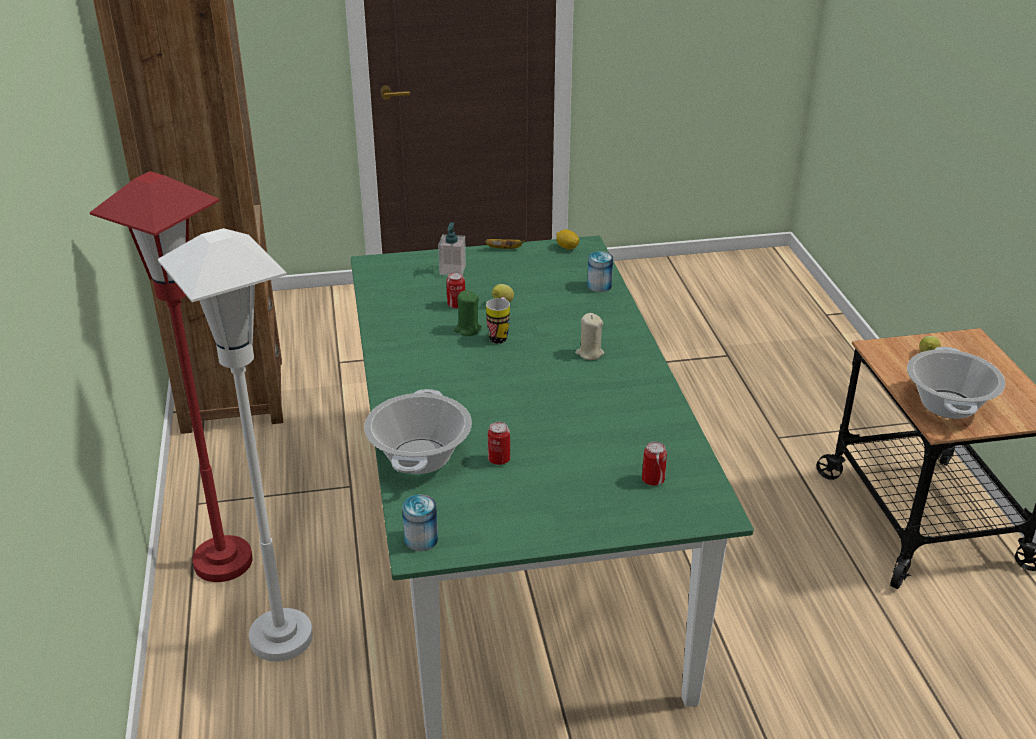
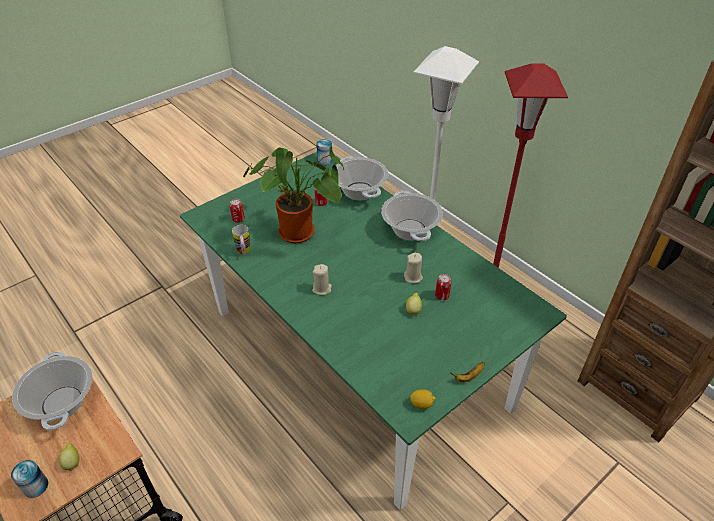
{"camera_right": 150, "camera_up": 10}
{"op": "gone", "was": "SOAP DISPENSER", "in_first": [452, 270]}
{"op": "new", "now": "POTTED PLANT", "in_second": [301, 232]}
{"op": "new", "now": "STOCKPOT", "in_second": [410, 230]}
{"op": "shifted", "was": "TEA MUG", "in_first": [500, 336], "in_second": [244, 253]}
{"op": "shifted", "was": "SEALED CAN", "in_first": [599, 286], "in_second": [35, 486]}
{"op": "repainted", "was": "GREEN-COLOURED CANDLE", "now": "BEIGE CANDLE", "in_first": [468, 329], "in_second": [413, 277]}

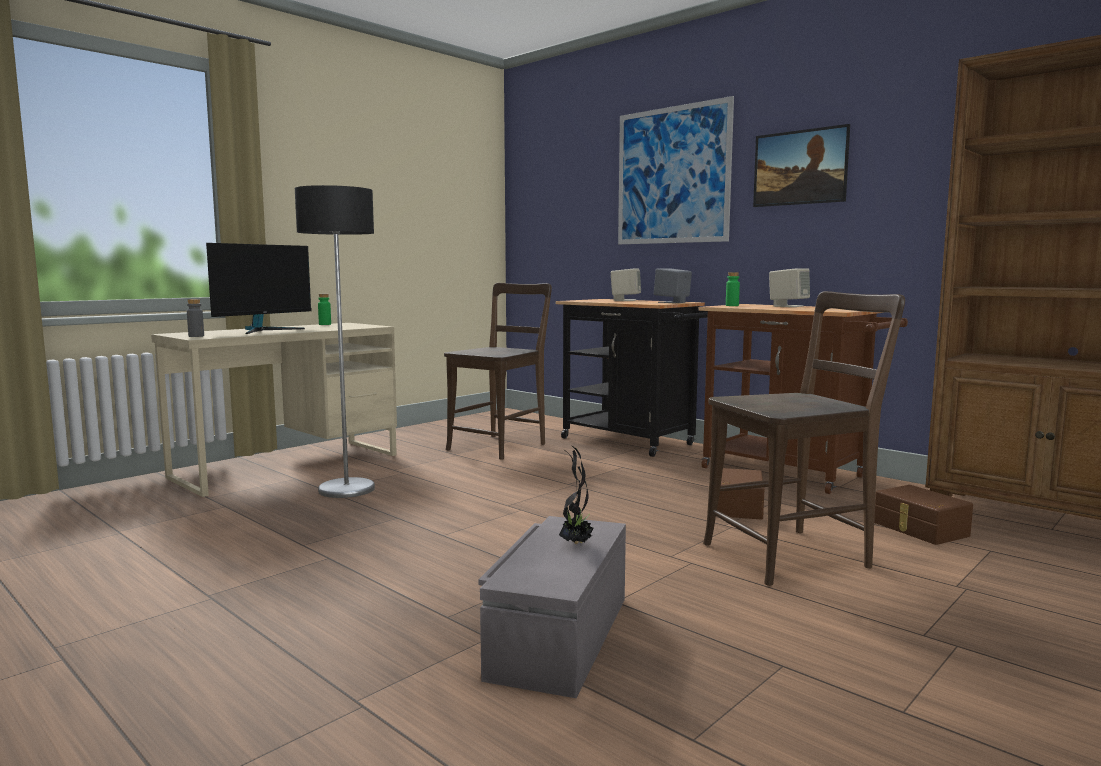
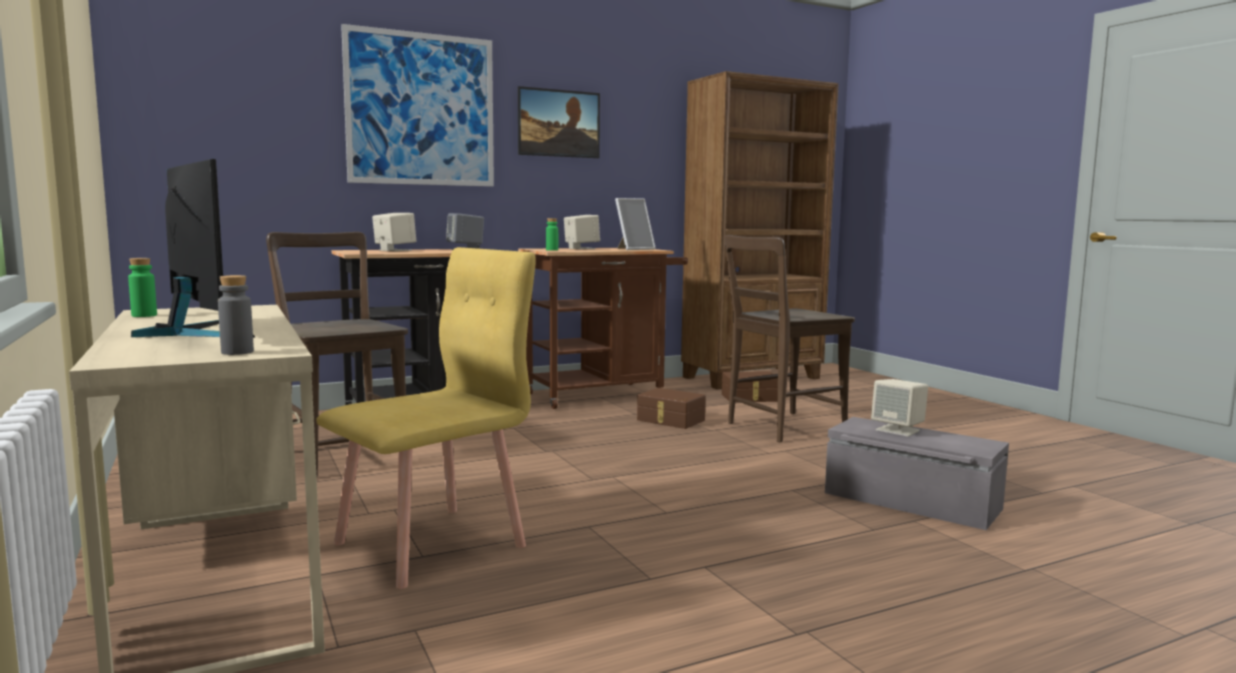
{"camera_right": -70, "camera_up": 0}
{"op": "new", "now": "STANDING FRAME", "in_second": [633, 249]}
{"op": "swapped", "was": "STANDING LAMP", "now": "YELLOW CHAIR", "in_first": [346, 489], "in_second": [432, 544]}
{"op": "swapped", "was": "POTTED PLANT", "now": "BEIGE SPEAKER", "in_first": [576, 543], "in_second": [898, 430]}
{"op": "rotated", "was": "BROWN-COLOURED CHAIR", "in_first": [793, 554], "in_second": [781, 427], "clockwise": -120}

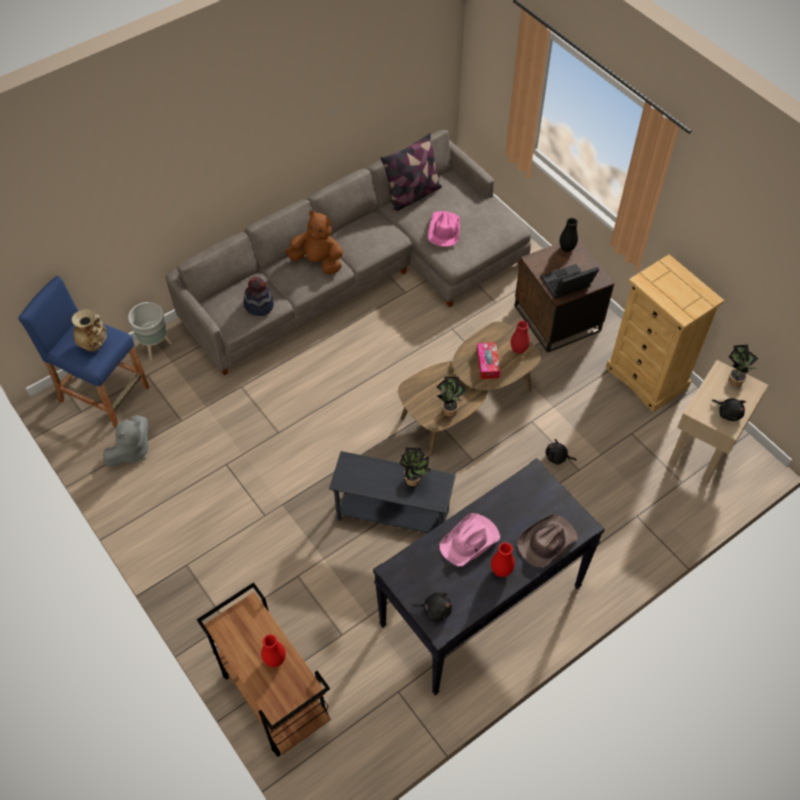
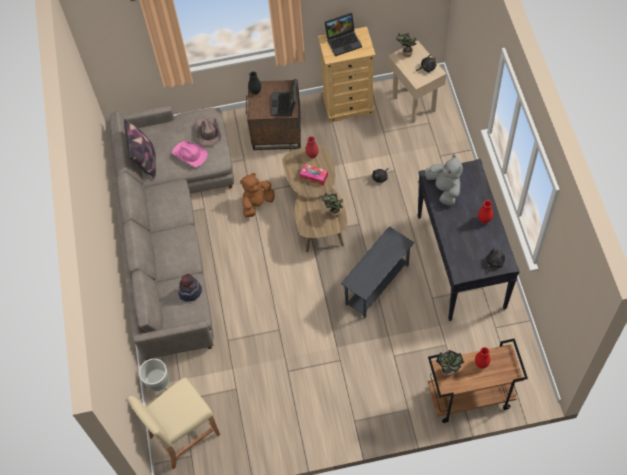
{"camera_right": -60, "camera_up": 5}
{"op": "gone", "was": "BEIGE DECORATIVE VASE", "in_first": [95, 344]}
{"op": "gone", "was": "PINK-COLOURED HAT", "in_first": [470, 541]}
{"op": "new", "now": "LAPTOP", "in_second": [344, 41]}
{"op": "shifted", "was": "GREYISH SOFT TOY", "in_first": [131, 451], "in_second": [444, 189]}
{"op": "shifted", "was": "BROWN-COLOURED SOFT TOY", "in_first": [318, 262], "in_second": [257, 203]}
{"op": "shifted", "was": "POTTED PLANT", "in_first": [414, 481], "in_second": [448, 370]}
{"op": "shifted", "was": "BROWN-COLOURED HAT", "in_first": [546, 542], "in_second": [208, 132]}
{"op": "repainted", "was": "BLUE STOOL SEAT", "now": "BEIGE STOOL SEAT", "in_first": [104, 394], "in_second": [184, 435]}

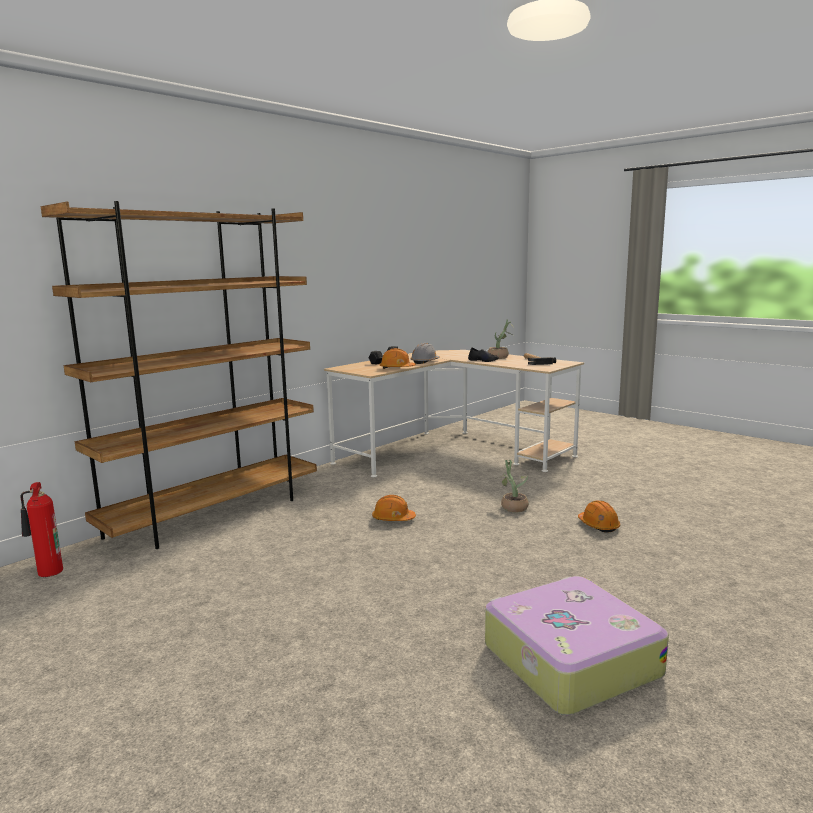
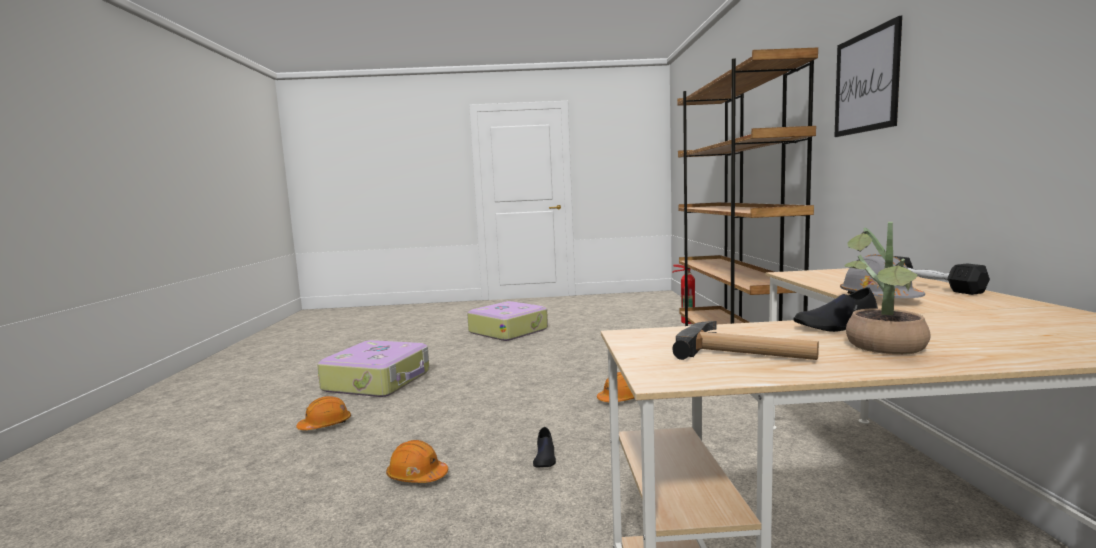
{"camera_right": 135, "camera_up": -5}
{"op": "new", "now": "PIECE OF LUGGAGE", "in_second": [508, 330]}
{"op": "new", "now": "WALL ART", "in_second": [866, 82]}
{"op": "shifted", "was": "ORANGE SAFETY HELMET", "in_first": [397, 368], "in_second": [325, 425]}
{"op": "swapped", "was": "POTTED PLANT", "now": "BLACK ITEM OF FOOTWEAR", "in_first": [512, 507], "in_second": [545, 458]}

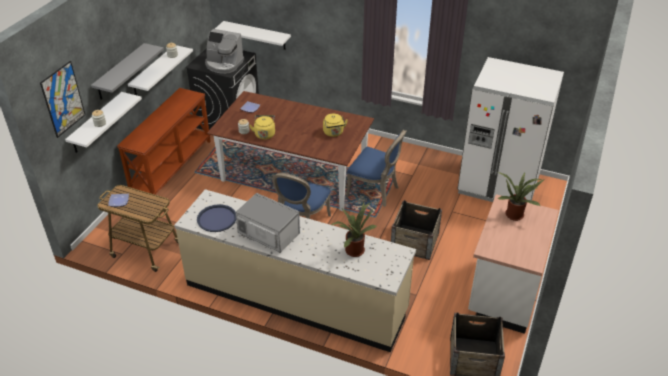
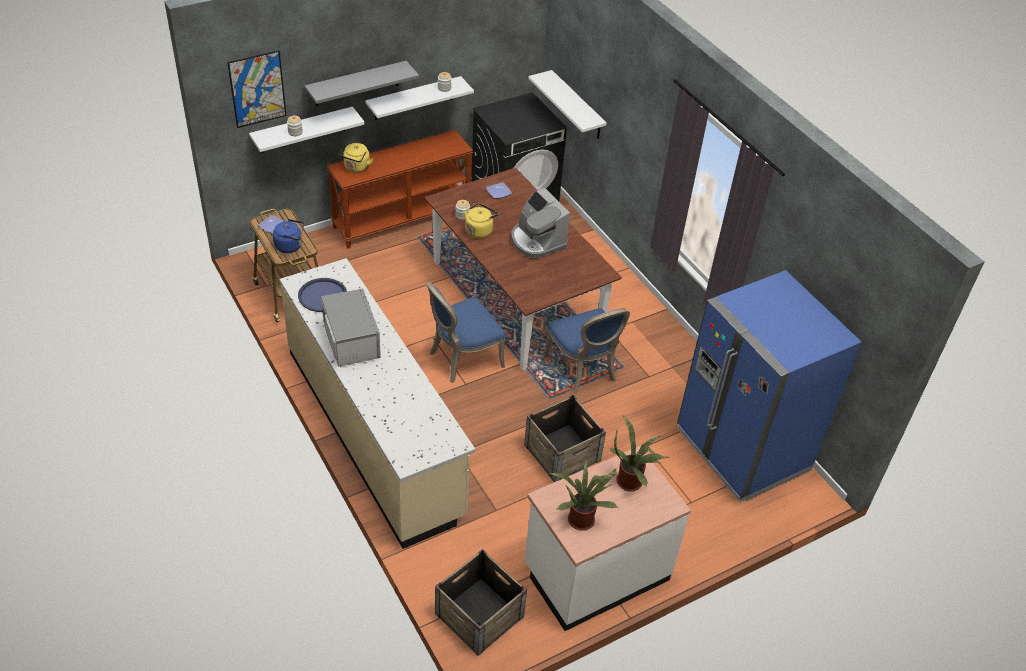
{"camera_right": 35, "camera_up": 5}
{"op": "new", "now": "BLUE TEA KETTLE", "in_second": [290, 246]}
{"op": "shifted", "was": "COFFEE MAKER", "in_first": [223, 64], "in_second": [537, 241]}
{"op": "shifted", "was": "YELLOW TEA KETTLE", "in_first": [334, 133], "in_second": [356, 168]}
{"op": "shifted", "was": "POTTED PLANT", "in_first": [353, 249], "in_second": [581, 518]}
{"op": "repainted", "was": "WHITISH FRIDGE", "now": "BLUE FRIDGE", "in_first": [498, 185], "in_second": [742, 450]}

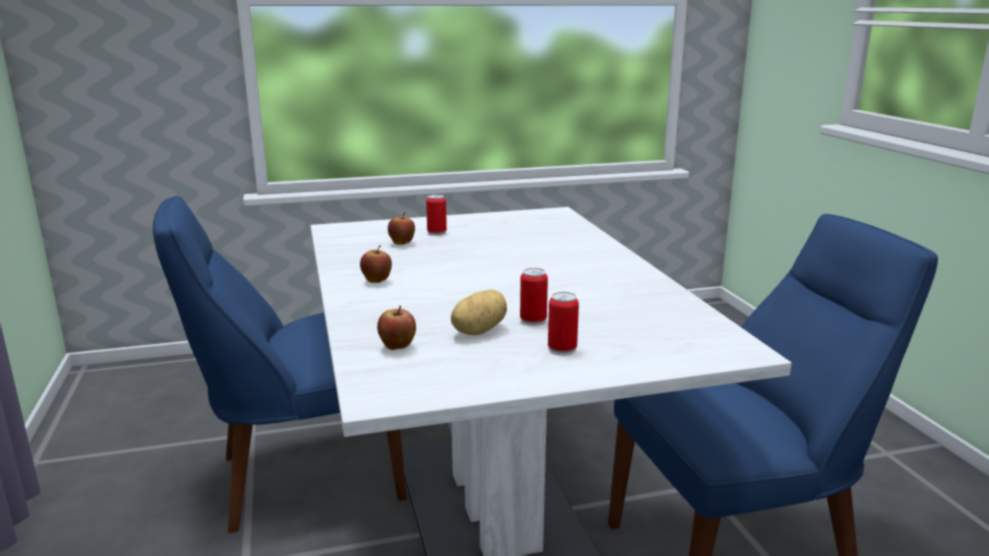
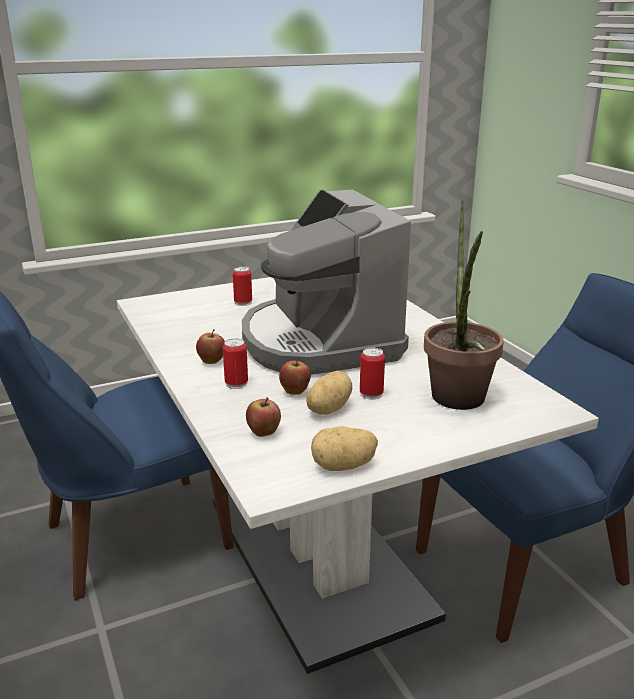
{"camera_right": -10, "camera_up": 5}
{"op": "new", "now": "COFFEE MAKER", "in_second": [319, 341]}
{"op": "new", "now": "WHOLE POTATO", "in_second": [343, 466]}
{"op": "new", "now": "POTTED PLANT", "in_second": [458, 403]}
{"op": "shifted", "was": "APPLE FRUIT", "in_first": [402, 244], "in_second": [295, 392]}
{"op": "shifted", "was": "SEALED CAN", "in_first": [562, 349], "in_second": [236, 383]}

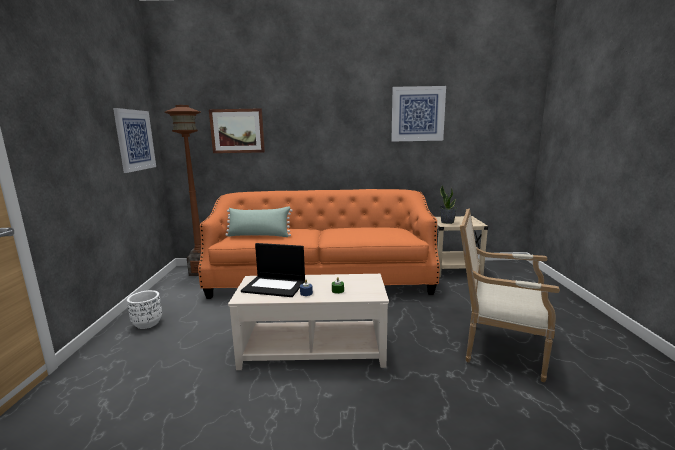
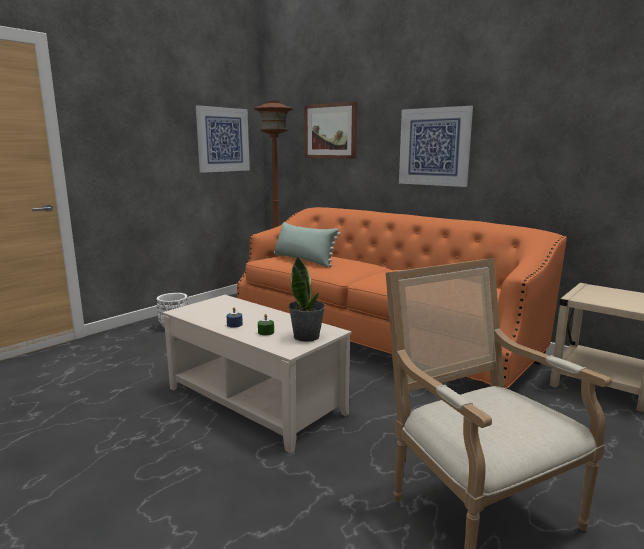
{"camera_right": 40, "camera_up": 0}
{"op": "gone", "was": "LAPTOP", "in_first": [275, 286]}
{"op": "shifted", "was": "WALL ART", "in_first": [417, 114], "in_second": [434, 147]}
{"op": "shifted", "was": "POTTED PLANT", "in_first": [447, 222], "in_second": [307, 336]}

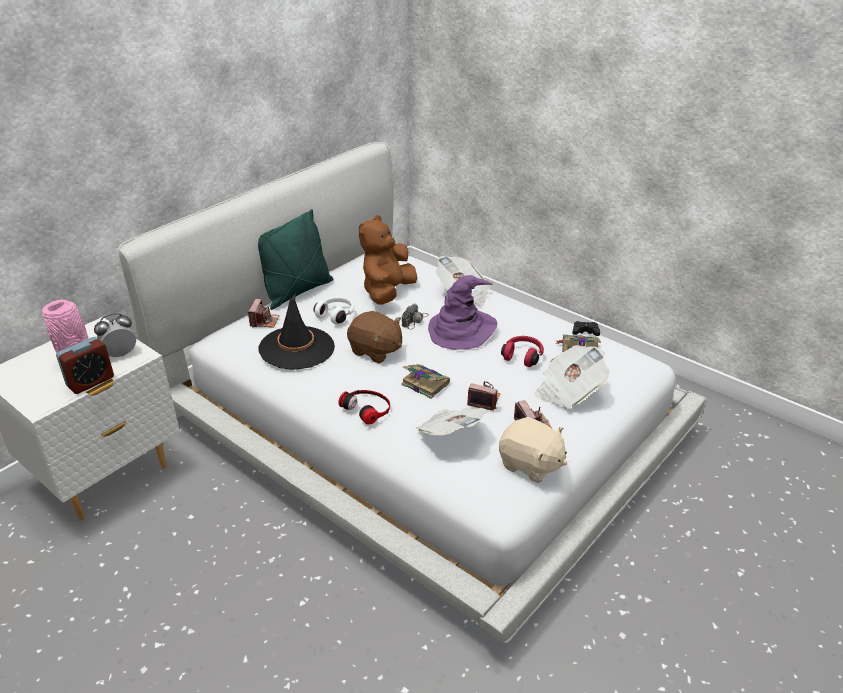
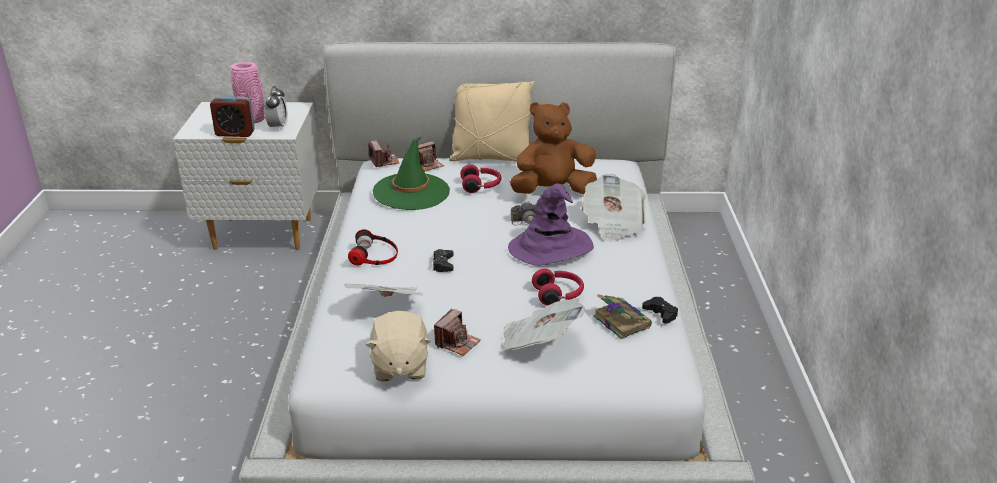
{"camera_right": 50, "camera_up": -5}
{"op": "gone", "was": "BROWN-COLOURED SOFT TOY", "in_first": [375, 351]}
{"op": "shifted", "was": "STILL CAMERA", "in_first": [484, 400], "in_second": [384, 161]}
{"op": "swapped", "was": "BOOK", "now": "BLACK GAMEPAD", "in_first": [424, 383], "in_second": [443, 264]}
{"op": "repainted", "was": "GREEN-COLOURED CUSHION", "now": "BEIGE CUSHION", "in_first": [297, 292], "in_second": [491, 158]}
{"op": "repainted", "was": "BLACK HAT", "now": "GREEN-COLOURED HAT", "in_first": [297, 348], "in_second": [411, 192]}
{"op": "repainted", "was": "WHITISH HEADPHONES", "now": "RED HEADPHONES", "in_first": [336, 315], "in_second": [481, 186]}
{"op": "rotated", "was": "TABLE CLOCK", "in_first": [120, 354], "in_second": [278, 127], "clockwise": 75}

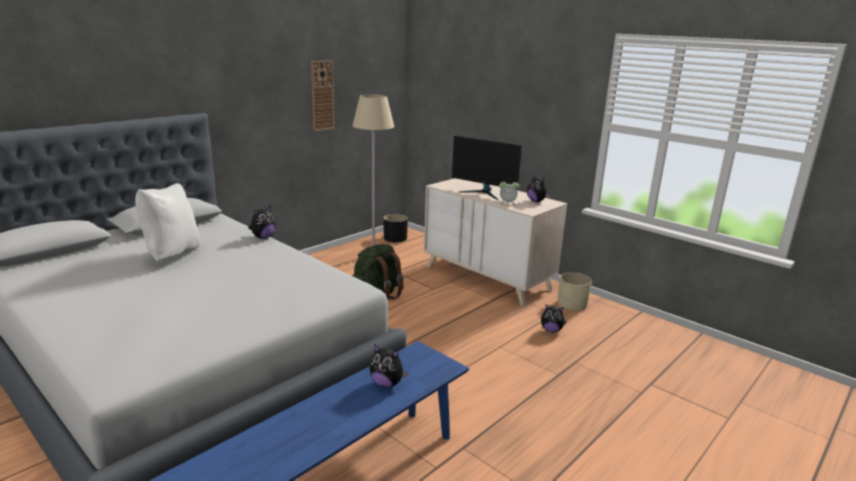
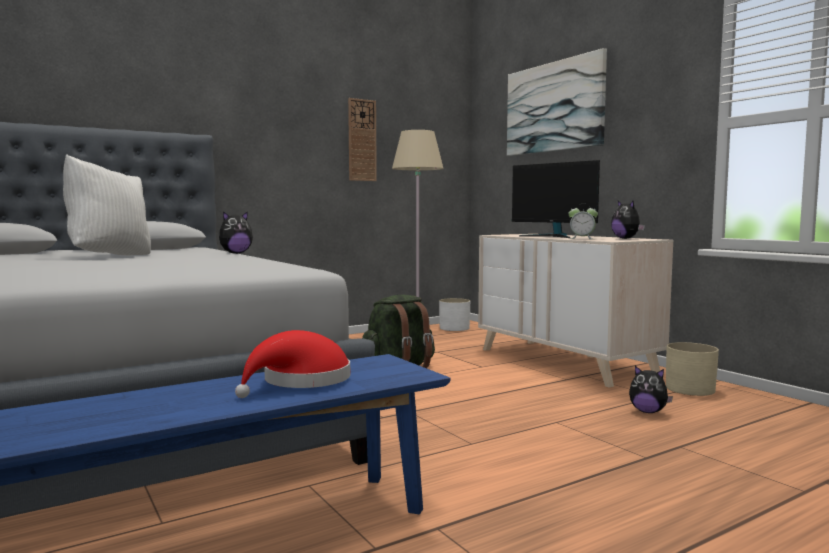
{"camera_right": 15, "camera_up": -15}
{"op": "new", "now": "WALL ART", "in_second": [554, 107]}
{"op": "swapped", "was": "SOFT TOY", "now": "RED HAT", "in_first": [387, 383], "in_second": [301, 381]}
{"op": "repainted", "was": "BLACK PLANTER", "now": "WHITISH PLANTER", "in_first": [395, 238], "in_second": [454, 328]}

